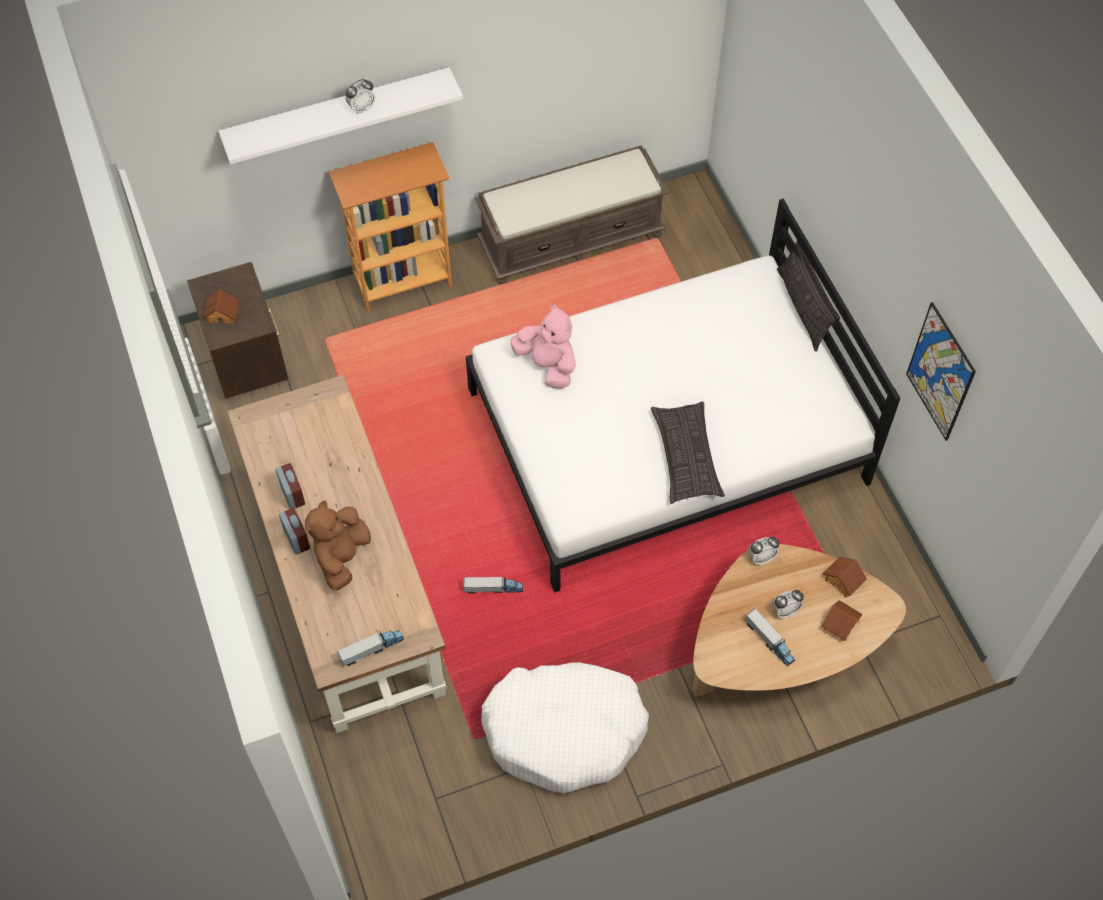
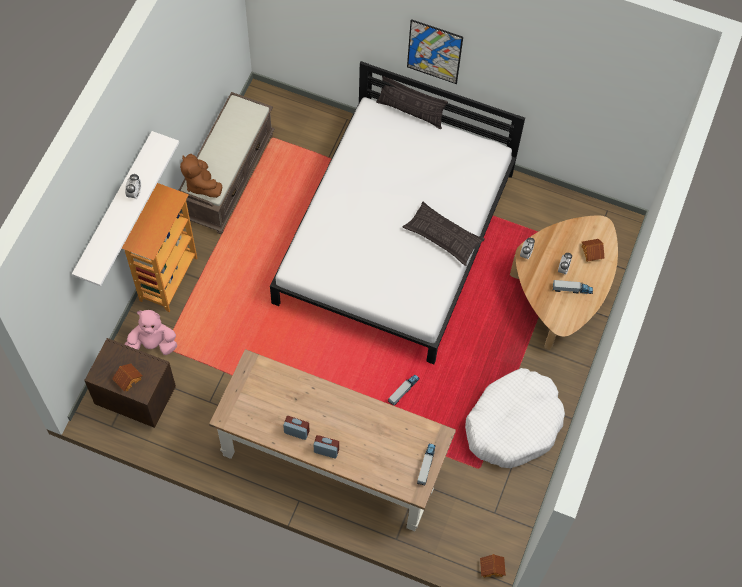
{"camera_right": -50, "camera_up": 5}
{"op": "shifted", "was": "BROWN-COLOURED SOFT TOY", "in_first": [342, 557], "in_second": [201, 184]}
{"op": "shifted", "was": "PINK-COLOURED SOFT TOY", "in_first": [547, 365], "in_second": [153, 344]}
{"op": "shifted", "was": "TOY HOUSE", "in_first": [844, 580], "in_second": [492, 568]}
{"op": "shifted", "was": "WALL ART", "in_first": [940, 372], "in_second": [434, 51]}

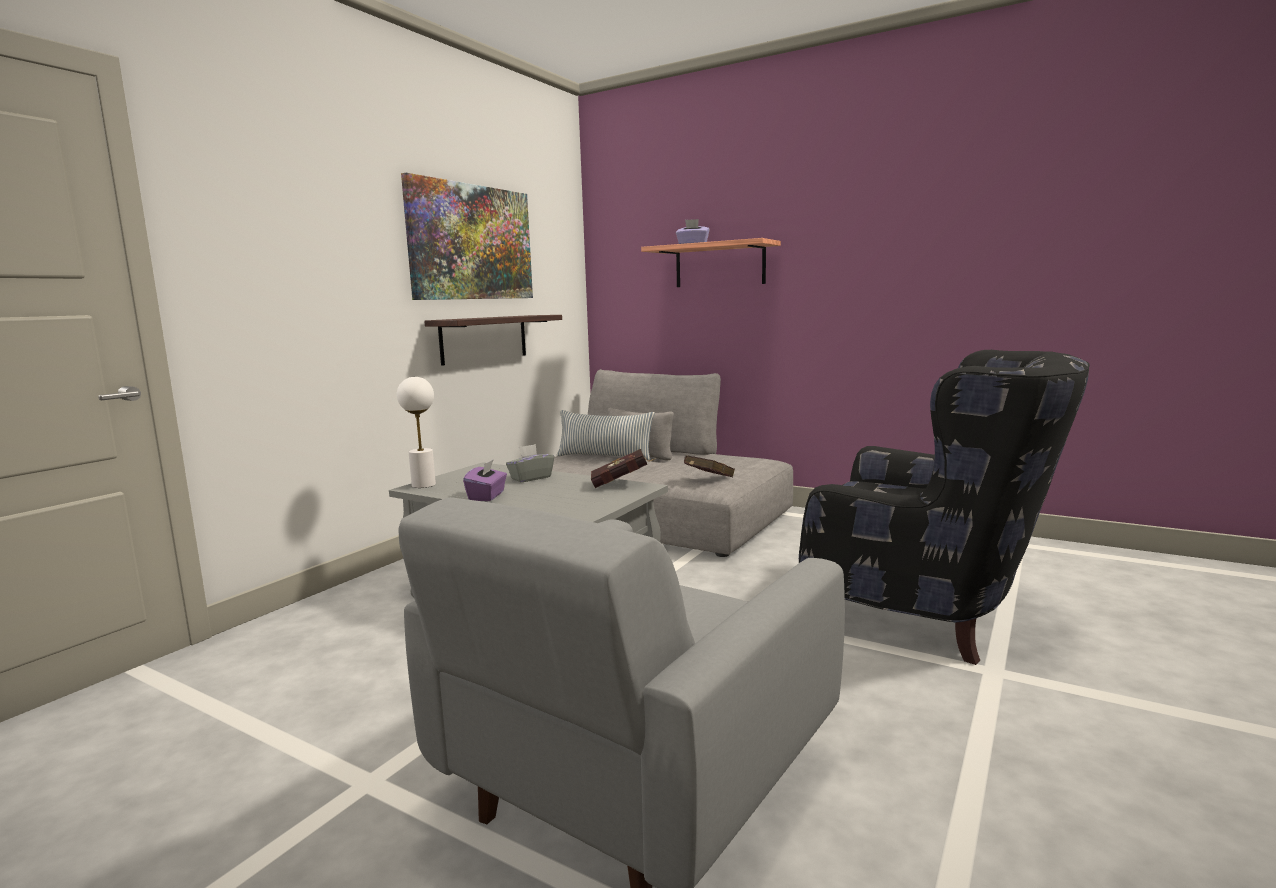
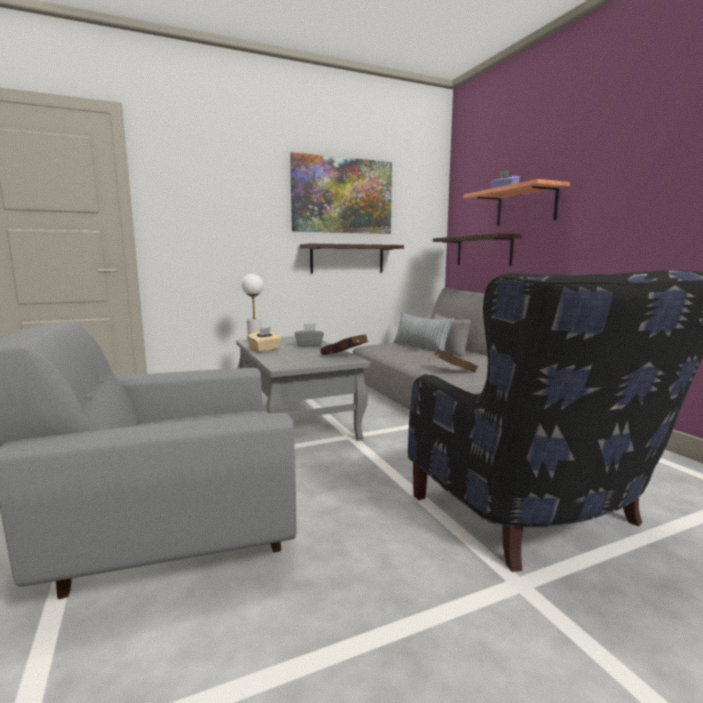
{"camera_right": 35, "camera_up": 0}
{"op": "new", "now": "WALL SHELF", "in_second": [483, 251]}
{"op": "repainted", "was": "PURPLE TISSUE BOX", "now": "BEIGE TISSUE BOX", "in_first": [487, 496], "in_second": [265, 350]}

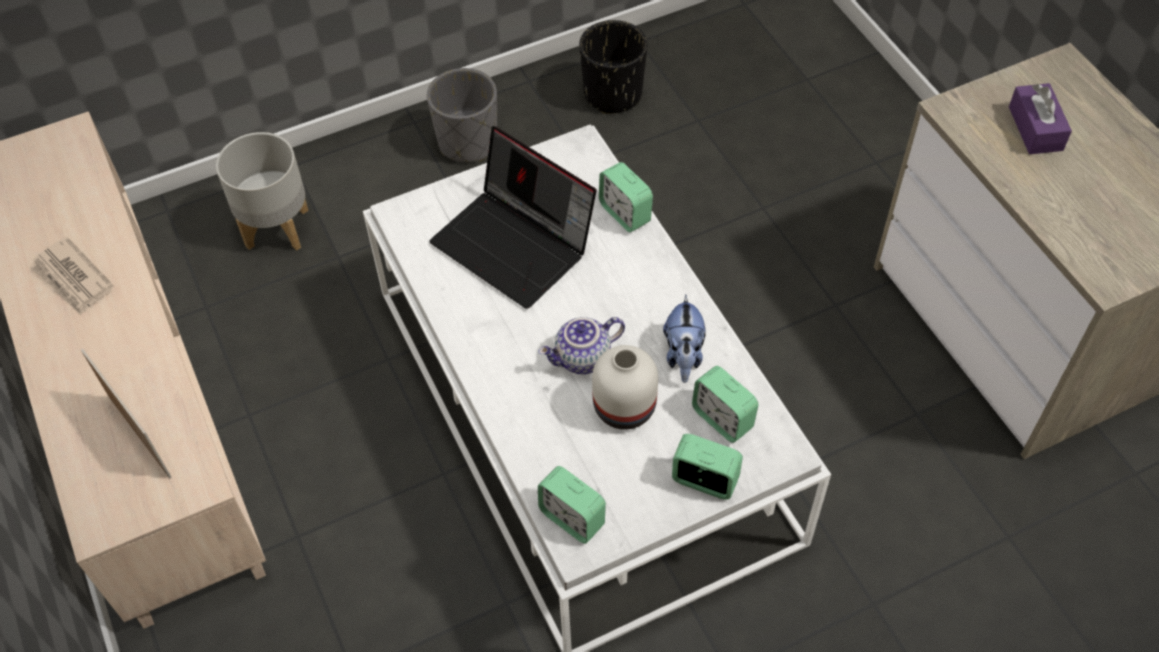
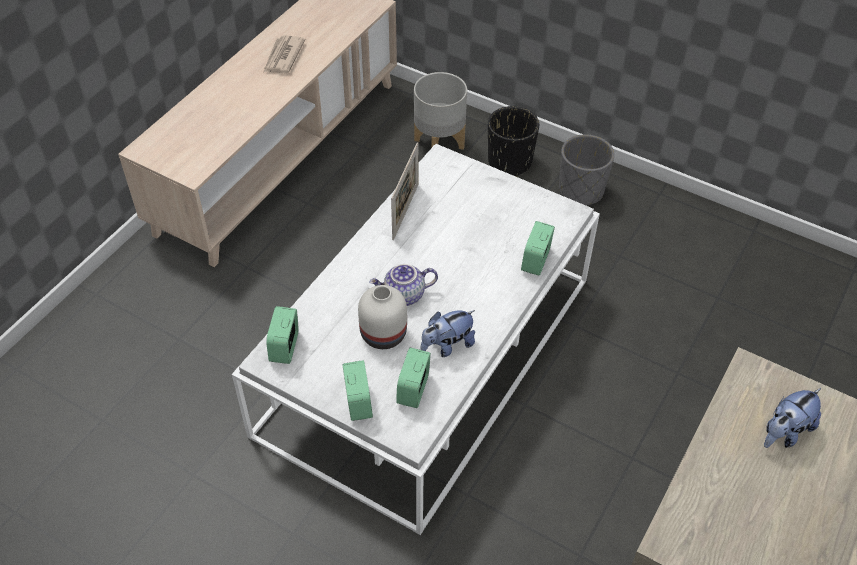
{"camera_right": 55, "camera_up": -5}
{"op": "gone", "was": "LAPTOP", "in_first": [516, 245]}
{"op": "shifted", "was": "STANDING FRAME", "in_first": [139, 436], "in_second": [405, 211]}
{"op": "shifted", "was": "BLACK PLANTER", "in_first": [613, 94], "in_second": [509, 162]}
{"op": "swapped", "was": "PURPLE TISSUE BOX", "now": "SOFT TOY", "in_first": [1035, 128], "in_second": [784, 432]}
{"op": "rotated", "was": "TEA POT", "in_first": [583, 359], "in_second": [404, 296], "clockwise": -45}

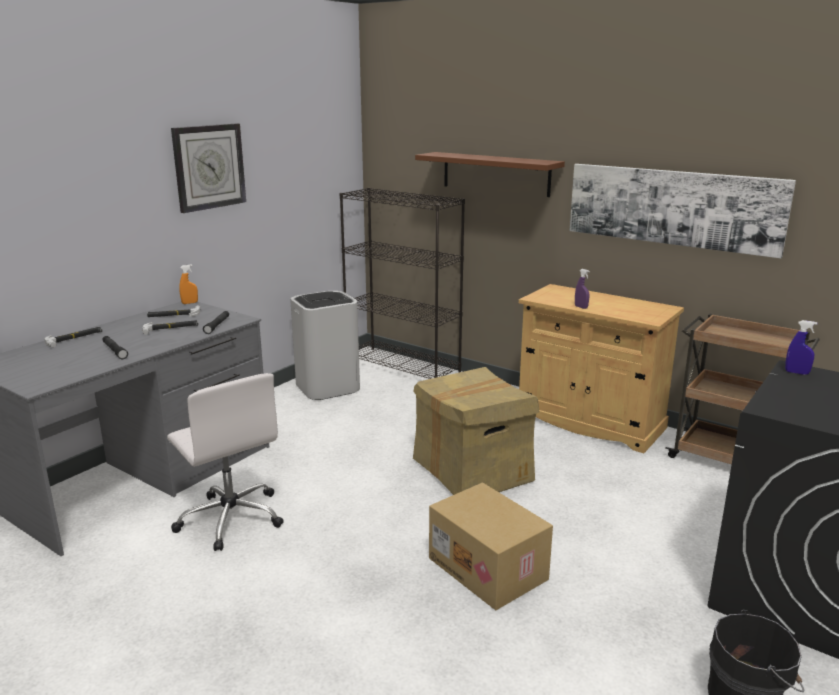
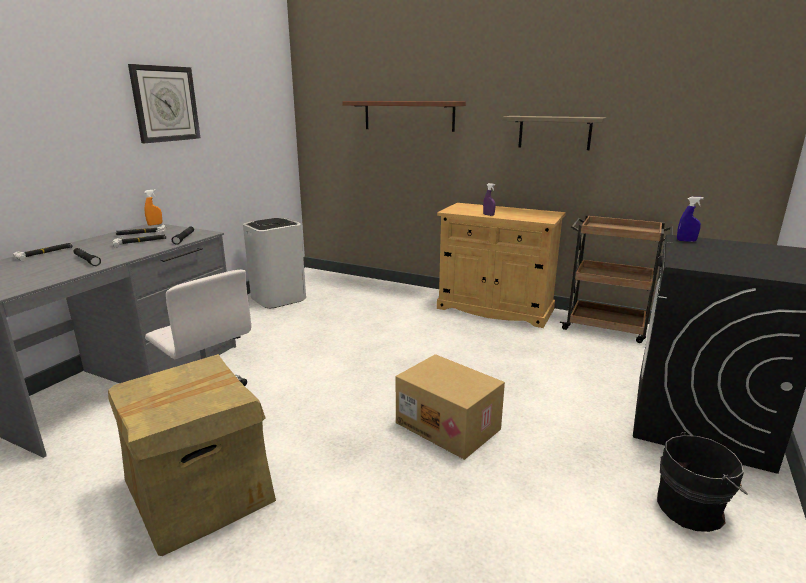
{"camera_right": -10, "camera_up": 0}
{"op": "gone", "was": "BLACK BOOKCASE", "in_first": [403, 366]}
{"op": "shifted", "was": "PACKING BOX", "in_first": [472, 471], "in_second": [199, 493]}
{"op": "swapped", "was": "WALL ART", "now": "WALL SHELF", "in_first": [672, 207], "in_second": [554, 132]}

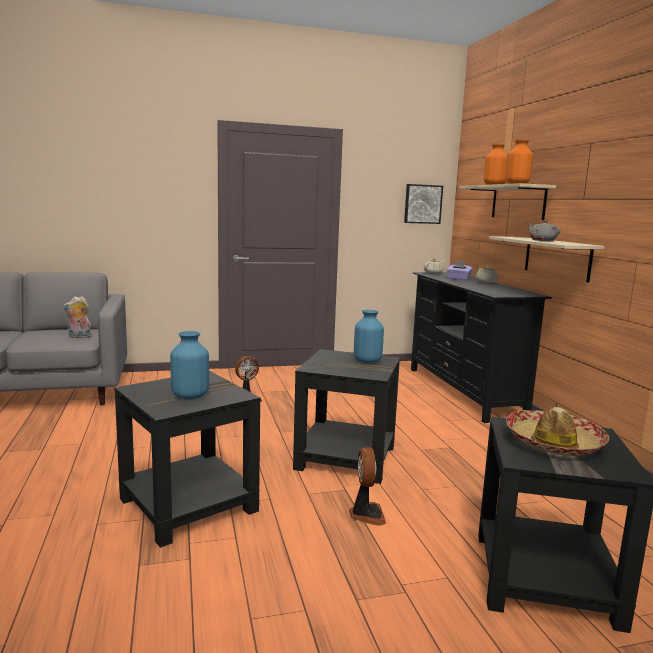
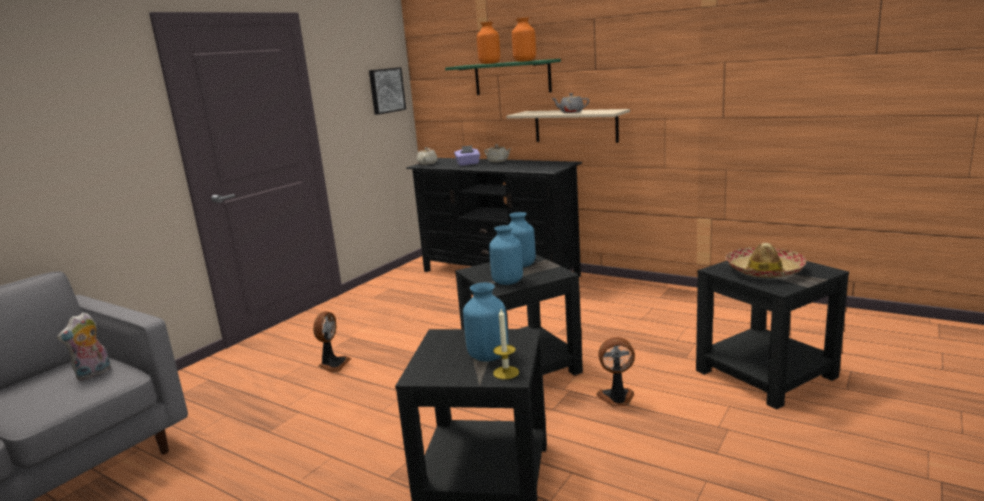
{"camera_right": -40, "camera_up": 5}
{"op": "new", "now": "BLUE DECORATIVE VASE", "in_second": [507, 281]}
{"op": "new", "now": "CANDLE", "in_second": [506, 372]}
{"op": "repainted", "was": "BEIGE WALL SHELF", "now": "GREEN-COLOURED WALL SHELF", "in_first": [518, 202], "in_second": [512, 78]}
{"op": "rotated", "was": "ELECTRIC FAN", "in_first": [366, 514], "in_second": [617, 398], "clockwise": -45}

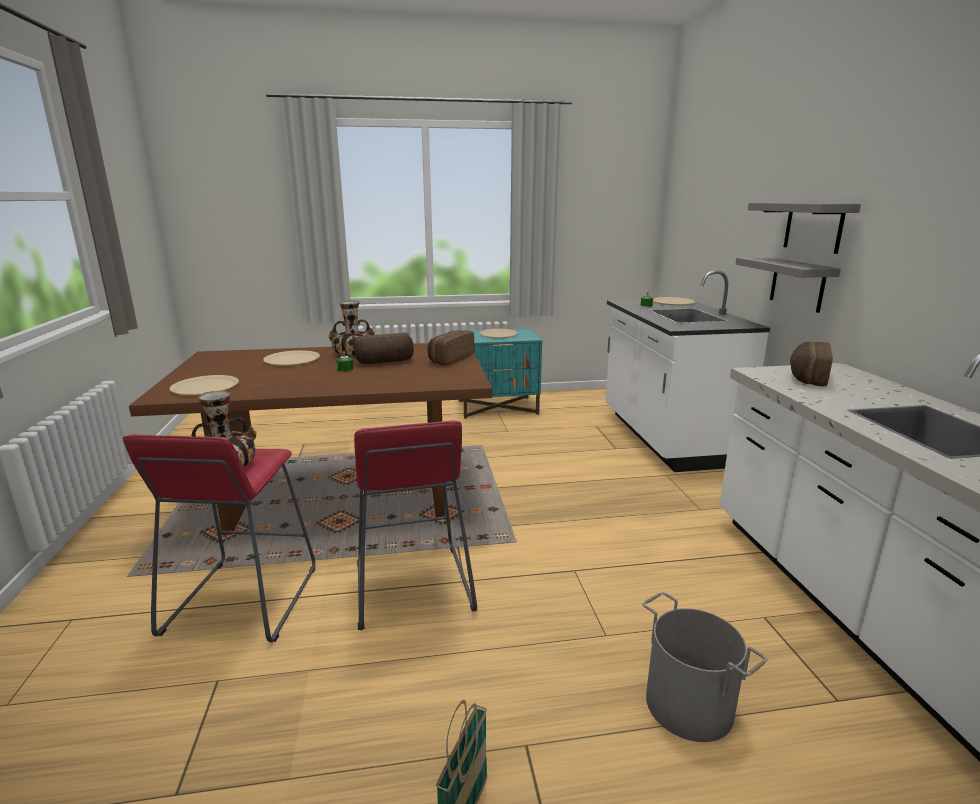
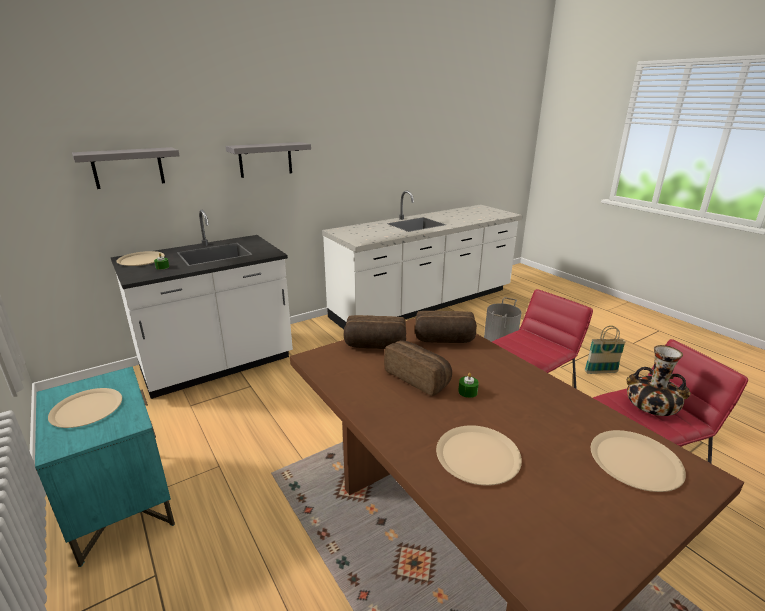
{"camera_right": -115, "camera_up": 5}
{"op": "gone", "was": "DECORATIVE VASE", "in_first": [352, 354]}
{"op": "shifted", "was": "GREYISH WALL SHELF", "in_first": [797, 284], "in_second": [128, 168]}
{"op": "shifted", "was": "BREAD", "in_first": [806, 377], "in_second": [444, 340]}

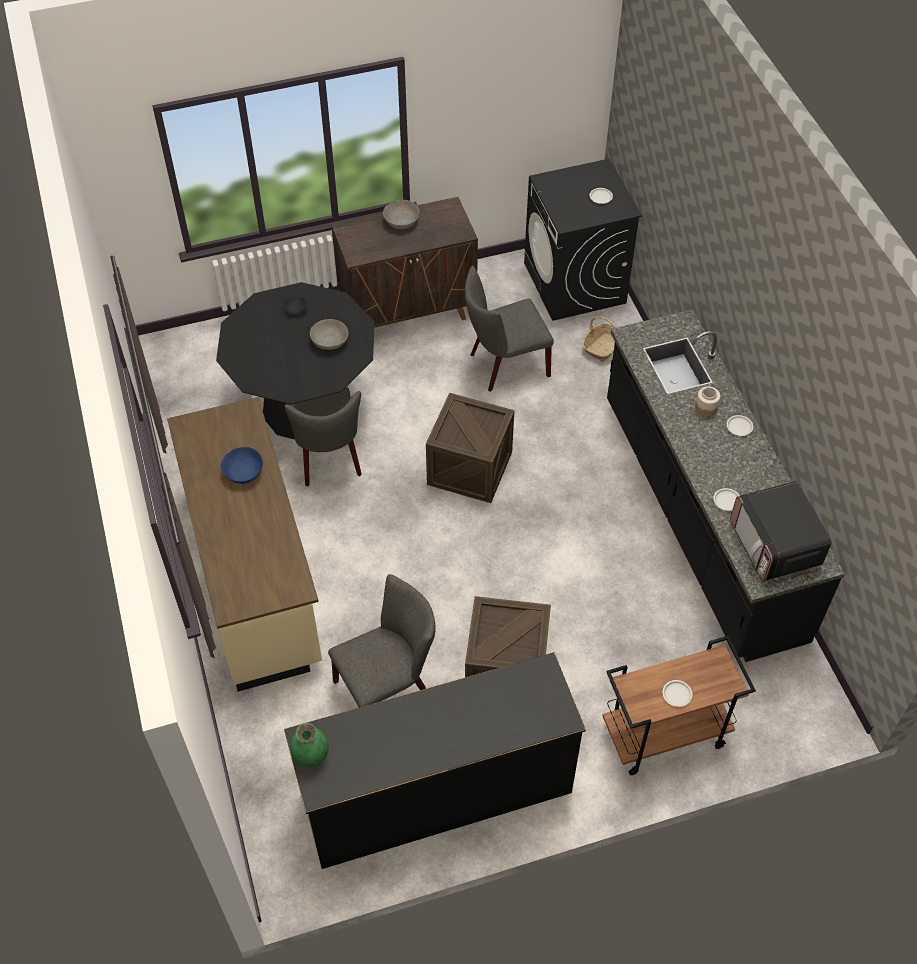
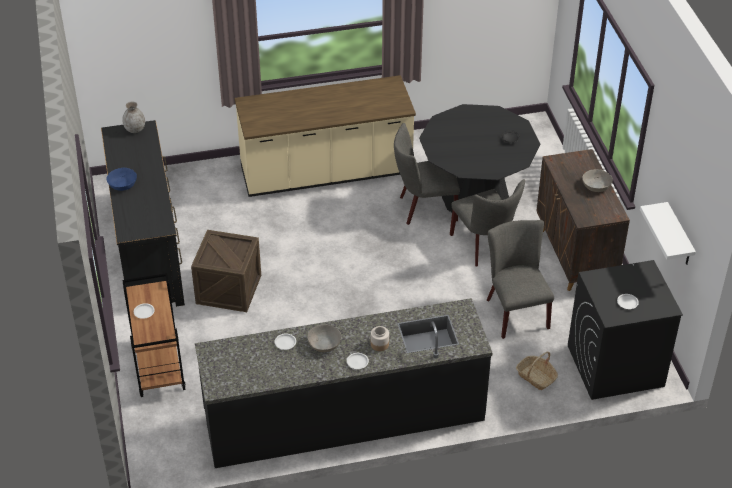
{"camera_right": 95, "camera_up": -10}
{"op": "gone", "was": "SHIPPING CRATE", "in_first": [470, 468]}
{"op": "gone", "was": "MICROWAVE", "in_first": [775, 545]}
{"op": "new", "now": "WHITISH WALL SHELF", "in_second": [679, 236]}
{"op": "shifted", "was": "BLUE SERVING BOWL", "in_first": [243, 472], "in_second": [122, 184]}
{"op": "shifted", "was": "GREYISH SERVING BOWL", "in_first": [330, 341], "in_second": [324, 344]}
{"op": "shifted", "was": "GREYISH CHAIR", "in_first": [388, 688], "in_second": [484, 246]}
{"op": "repainted", "was": "GREEN-COLOURED DECORATIVE VASE", "now": "GREYISH DECORATIVE VASE", "in_first": [311, 755], "in_second": [135, 129]}

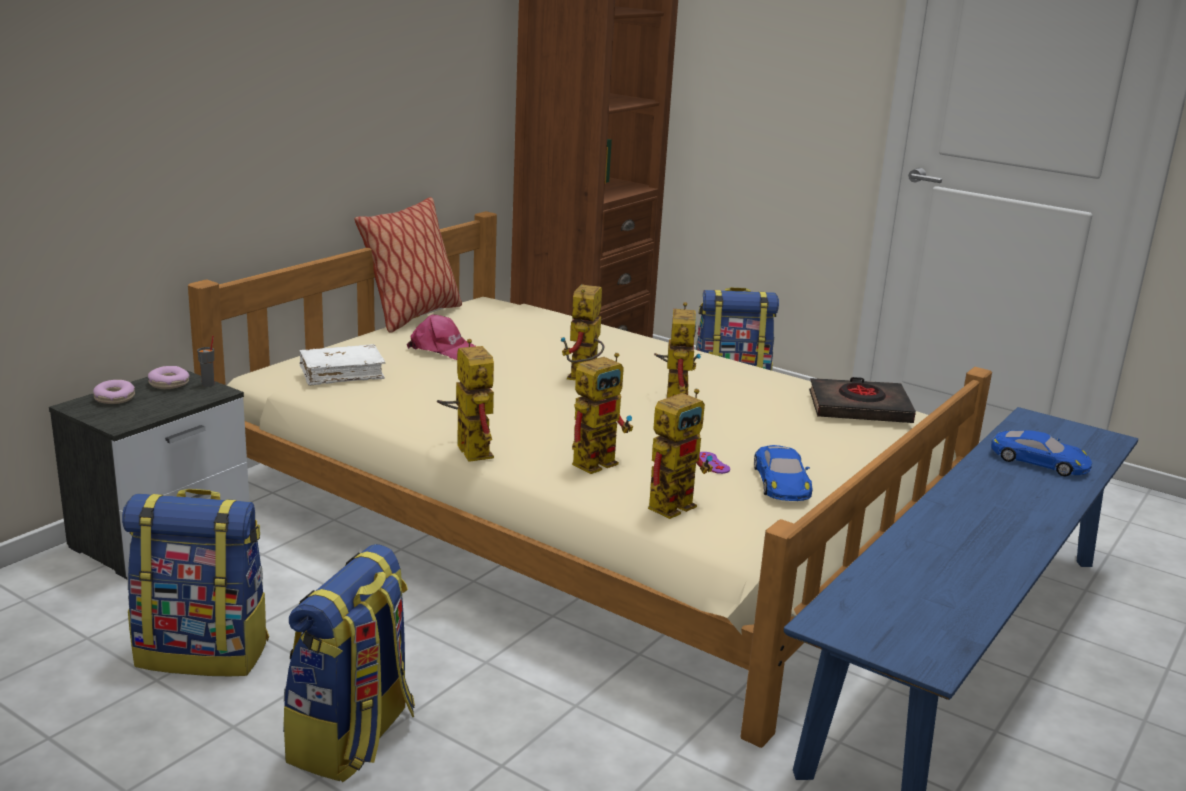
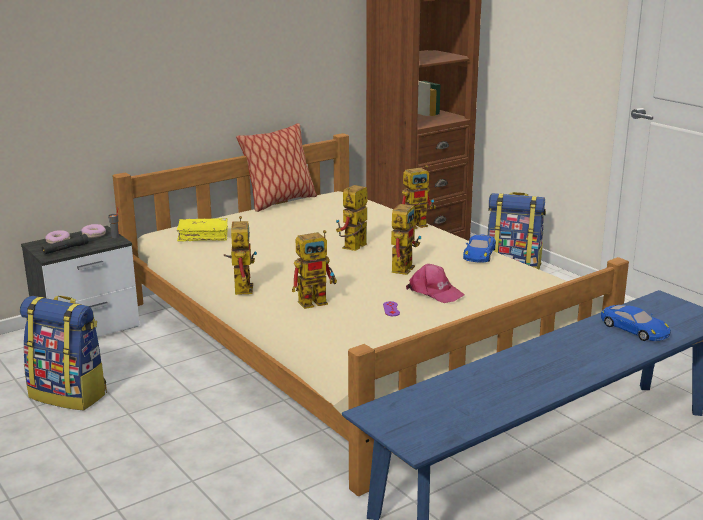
{"camera_right": 20, "camera_up": 0}
{"op": "gone", "was": "BACKPACK", "in_first": [353, 738]}
{"op": "gone", "was": "BLACK BOOK", "in_first": [859, 408]}
{"op": "new", "now": "BLACK HAND TORCH", "in_second": [65, 249]}
{"op": "shifted", "was": "PINK-COLOURED CAP", "in_first": [443, 349], "in_second": [434, 292]}
{"op": "shifted", "was": "ROBOT FIGURE", "in_first": [675, 502], "in_second": [418, 224]}
{"op": "shifted", "was": "BLUE TOY CAR", "in_first": [781, 482], "in_second": [479, 254]}
{"op": "repainted", "was": "WHITISH BOOK", "now": "YELLOW BOOK", "in_first": [342, 374], "in_second": [203, 235]}

